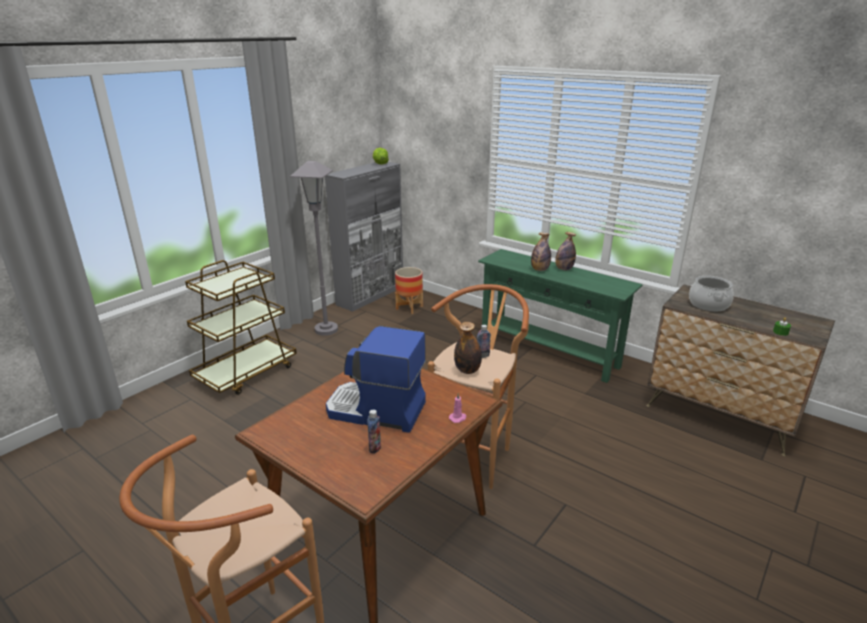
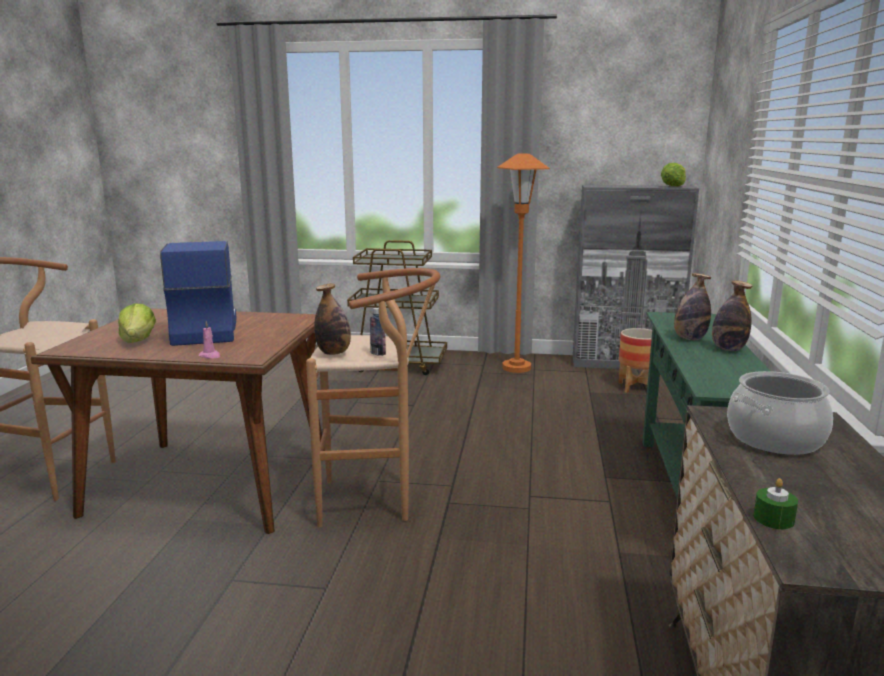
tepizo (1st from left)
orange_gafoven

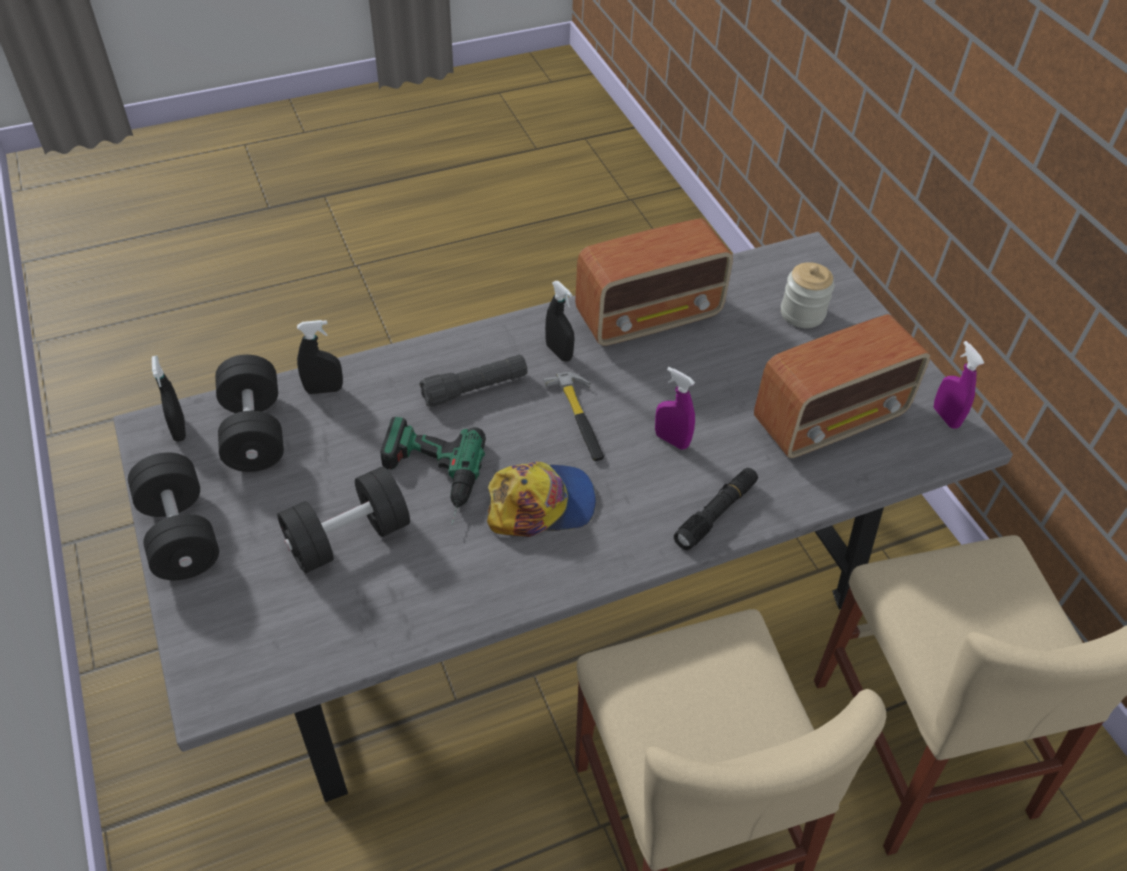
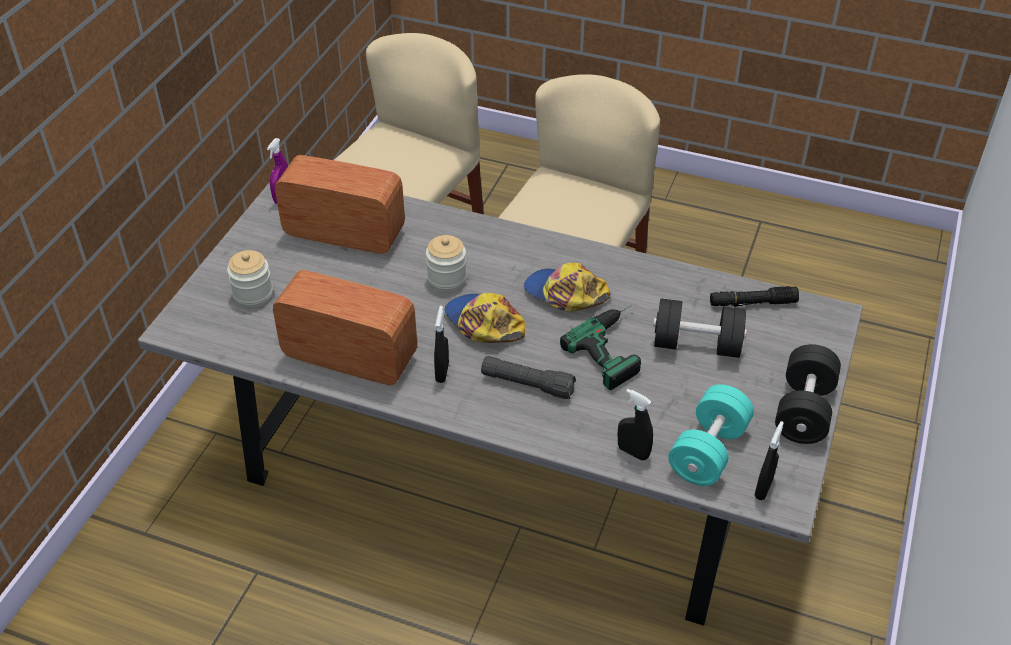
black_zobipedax (2nd from left)
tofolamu (1st from left)
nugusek (2nd from left)
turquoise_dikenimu

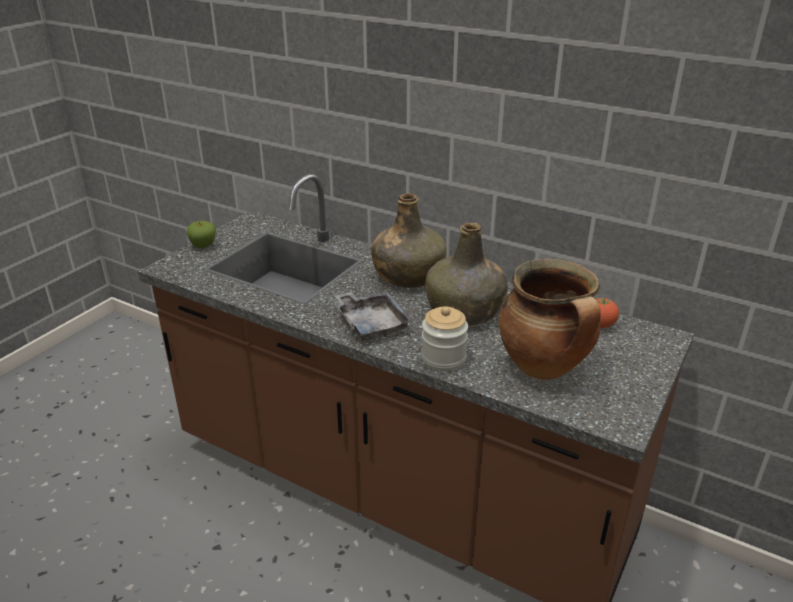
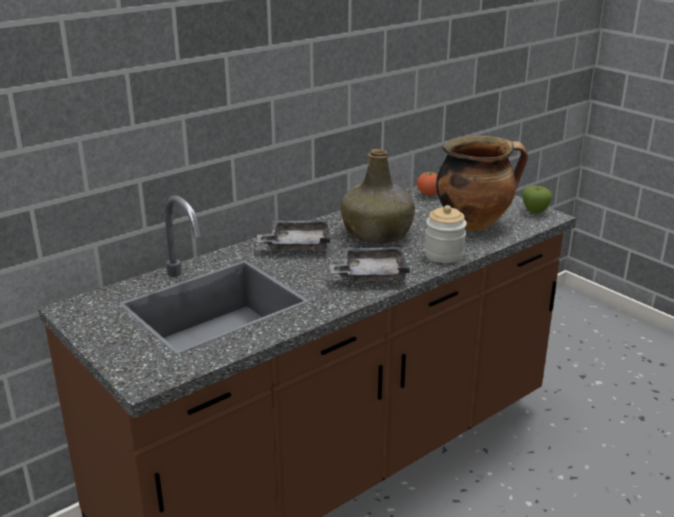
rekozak
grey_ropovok (1st from left)

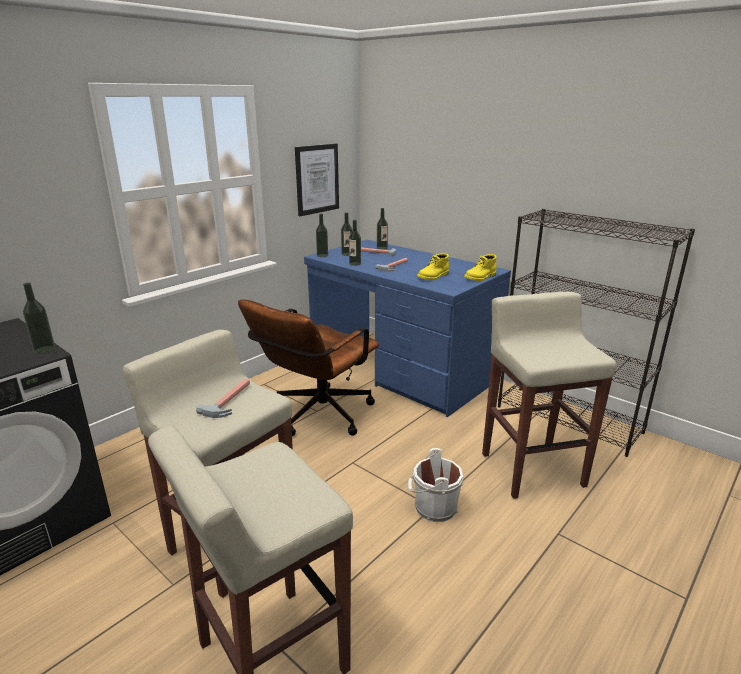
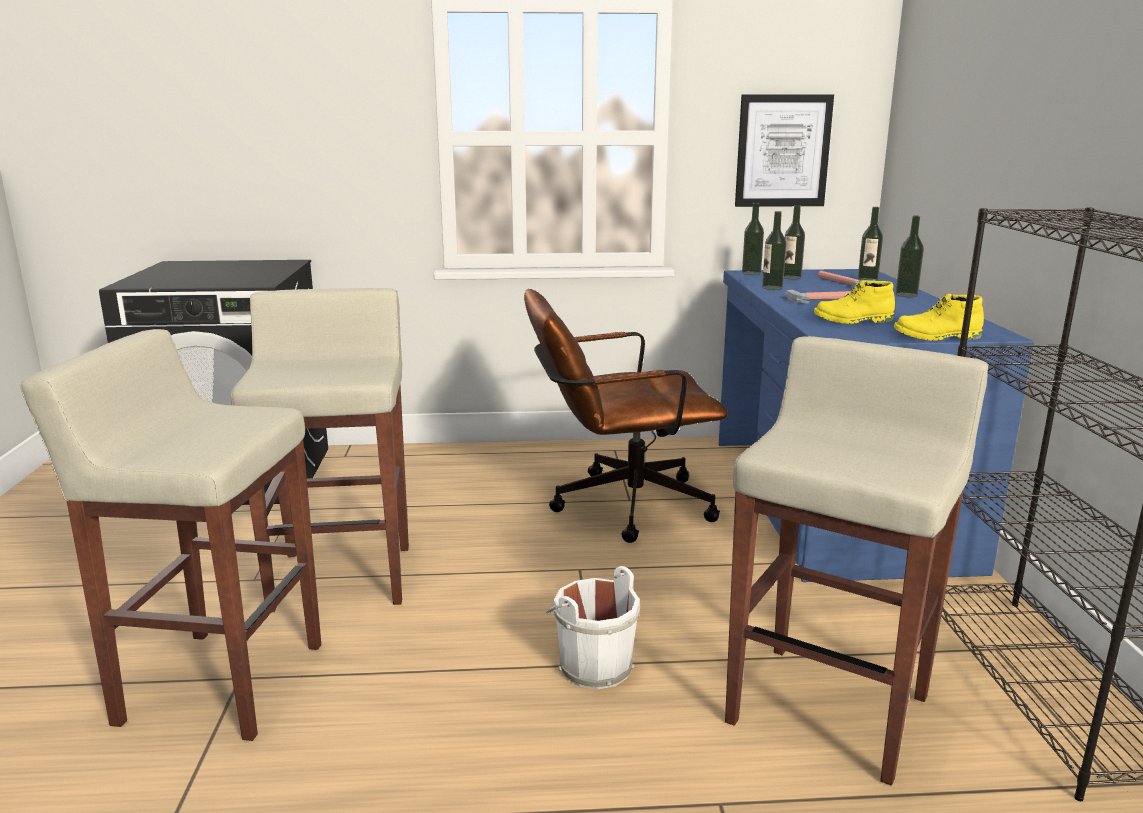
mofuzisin (1st from left in the first image)
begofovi (5th from left)

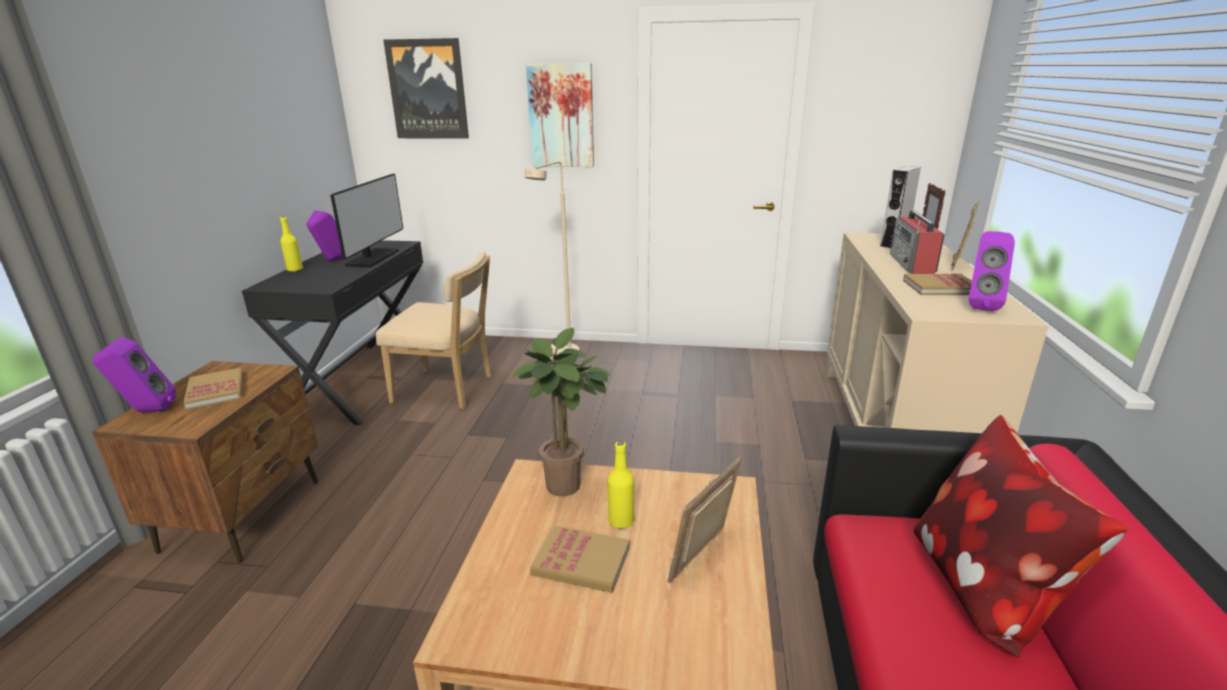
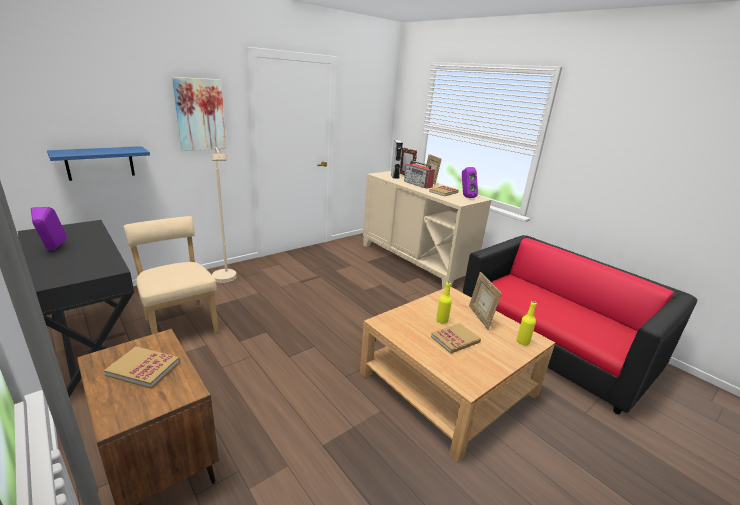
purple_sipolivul (1st from left in the first image)
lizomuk
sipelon (1st from left in the first image)
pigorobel
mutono
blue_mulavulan
yellow_begofovi (2nd from left)
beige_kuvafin

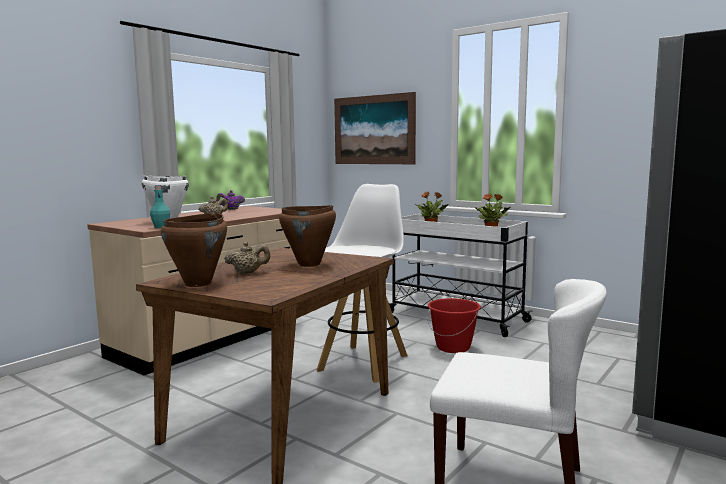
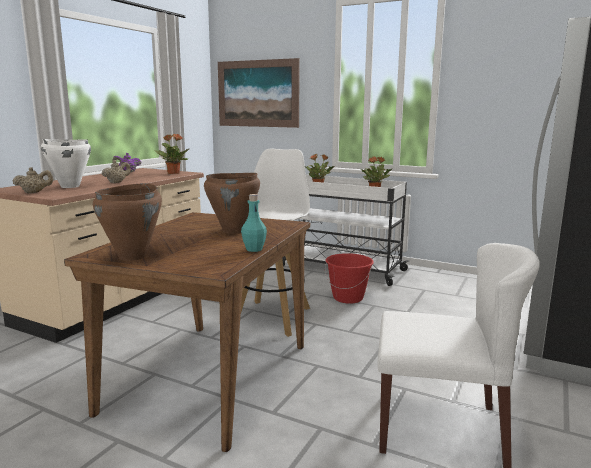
pigorobel (1st from left)
turquoise_begofovi
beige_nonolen (1st from left)

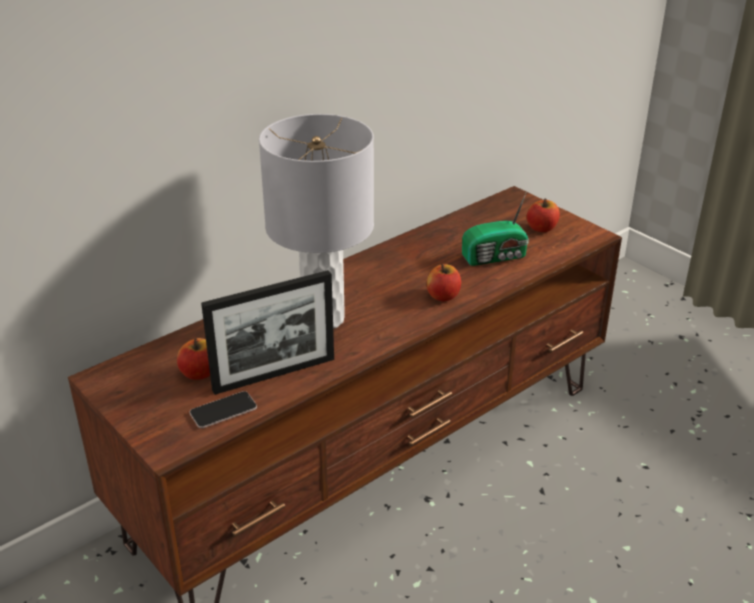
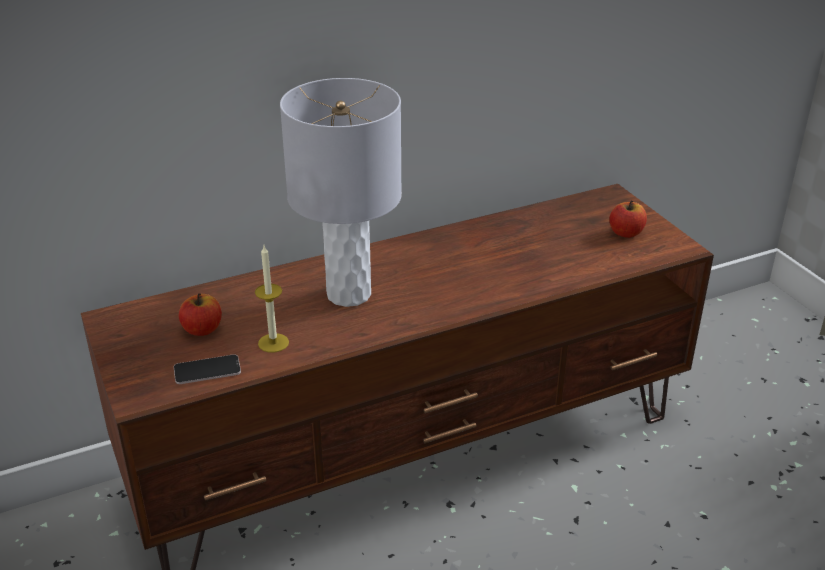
rekozak (2nd from left in the first image)
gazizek
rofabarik

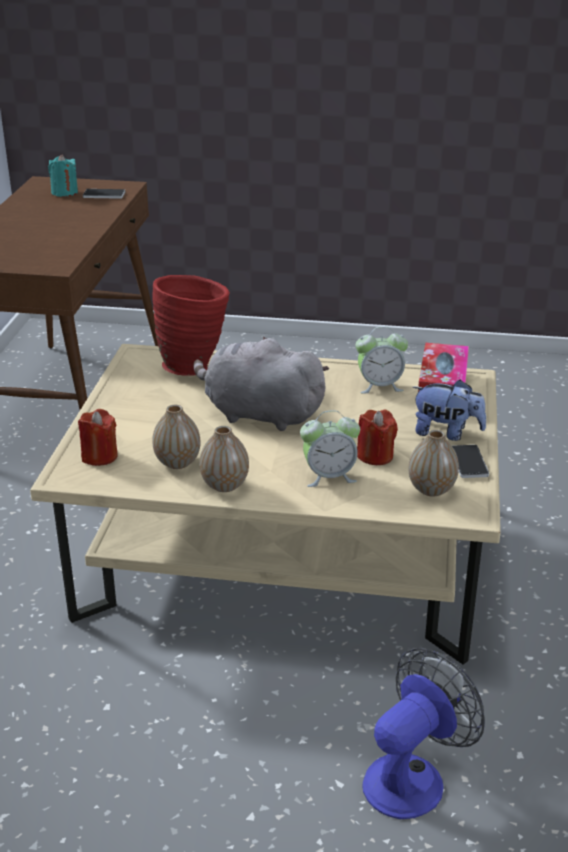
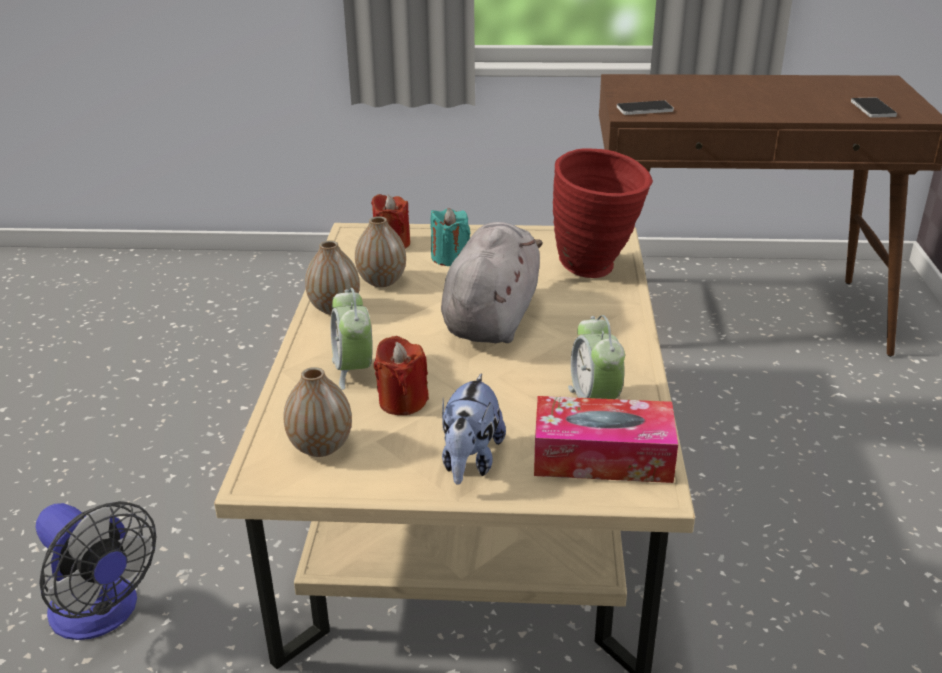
turquoise_rofabarik
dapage (1st from left)

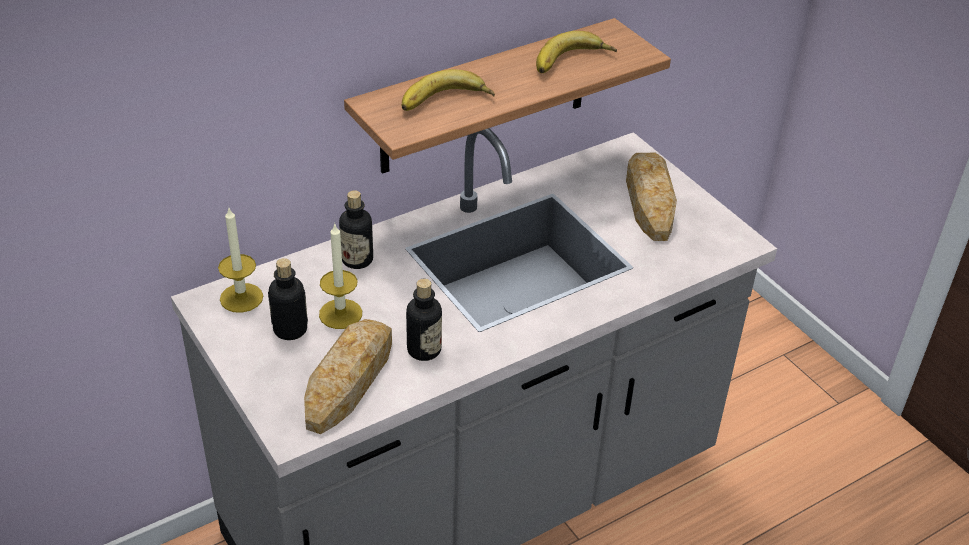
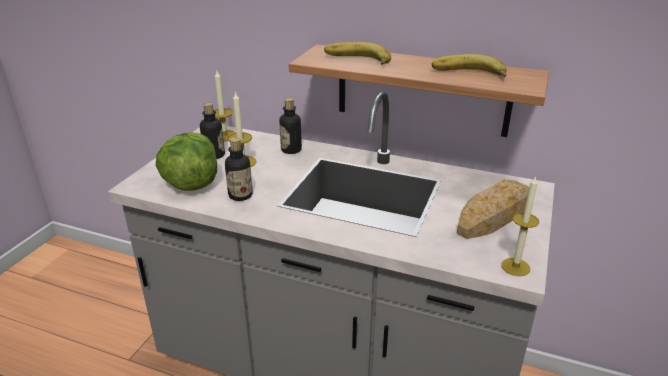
rofabarik (3rd from left)
tepizo

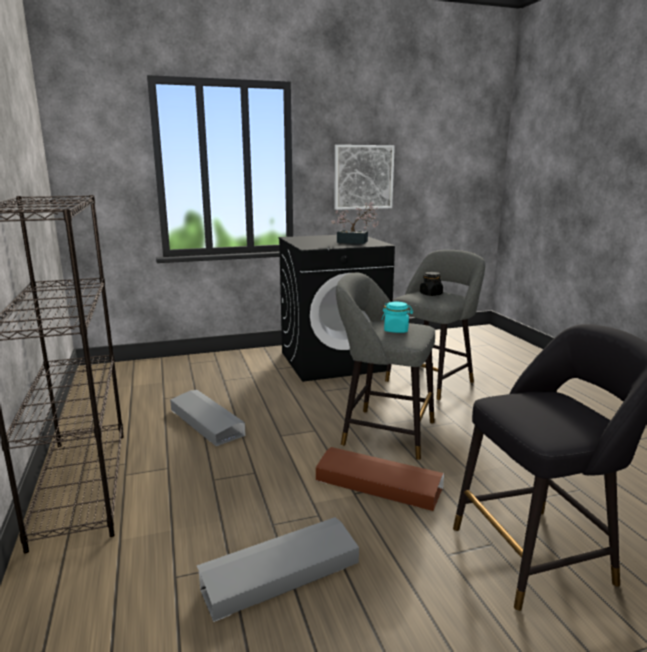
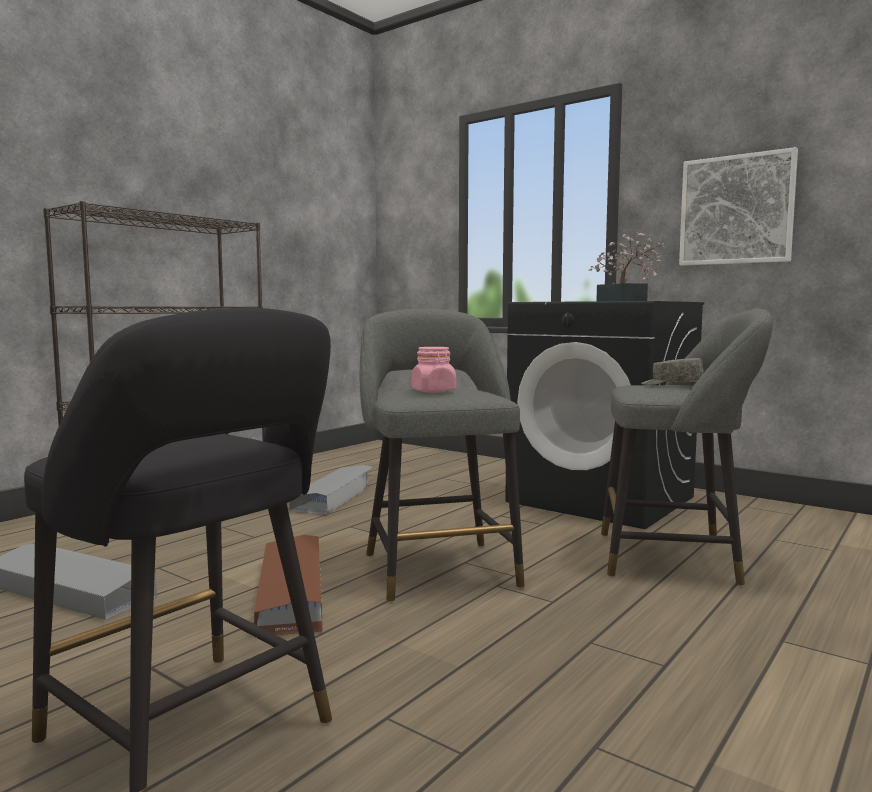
grey_tofolamu
pink_nugusek

